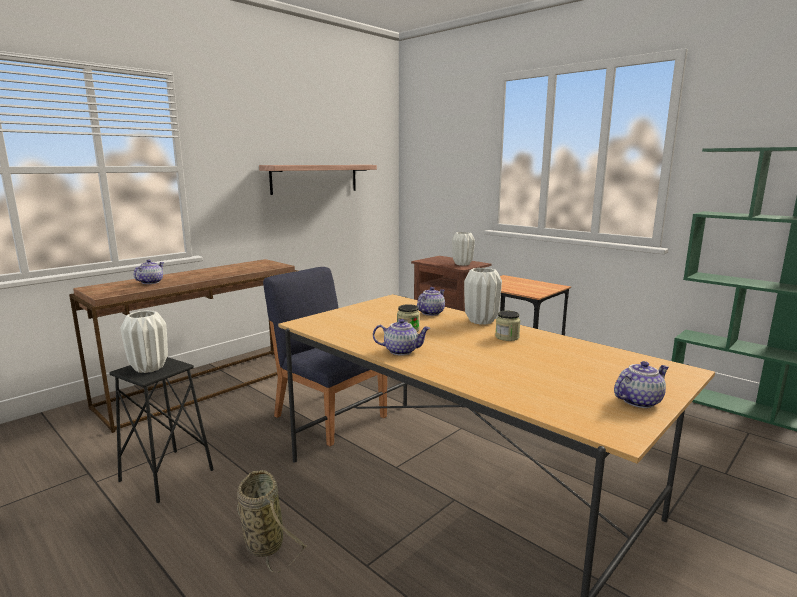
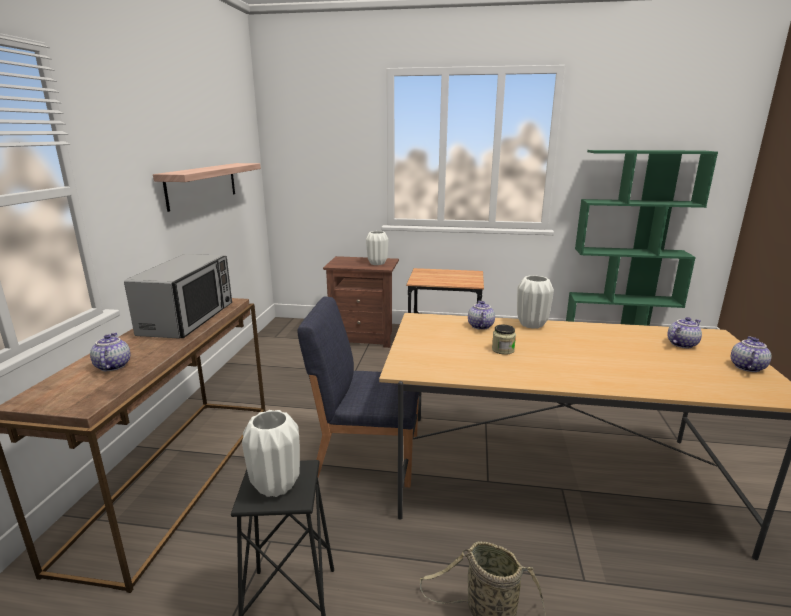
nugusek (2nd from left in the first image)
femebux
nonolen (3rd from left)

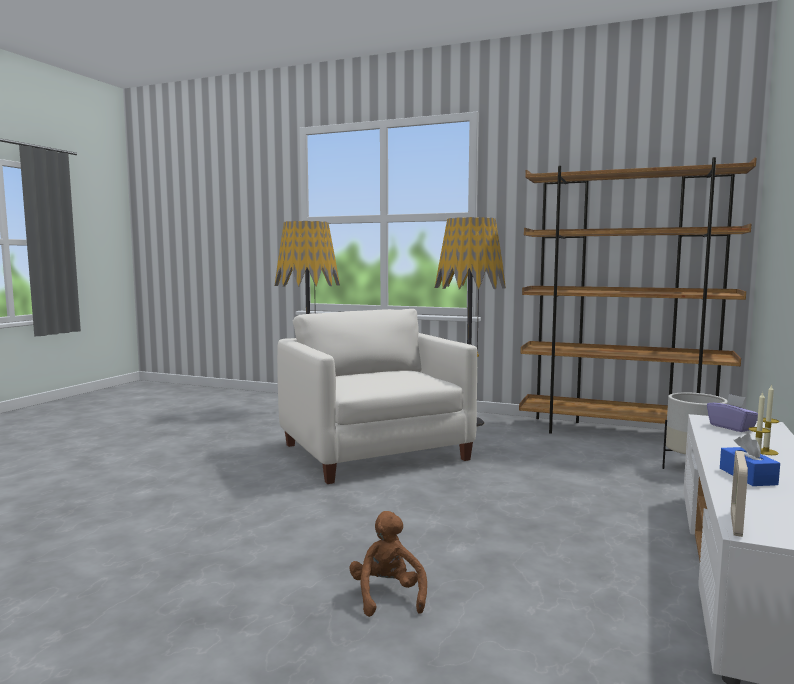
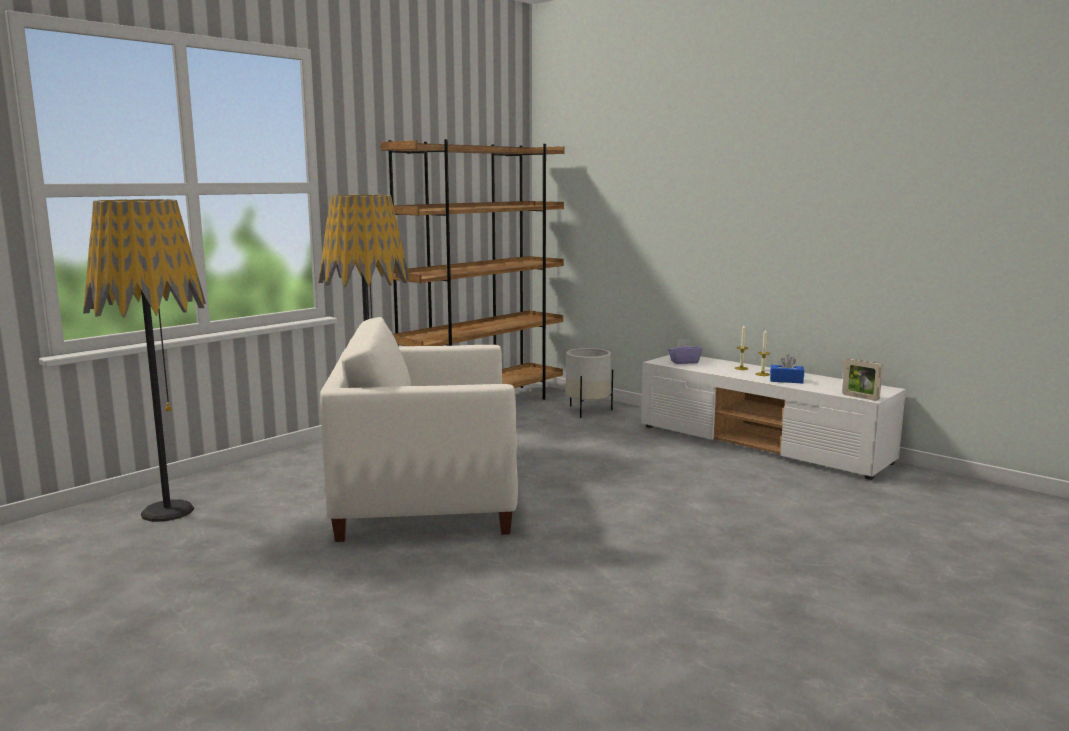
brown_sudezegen

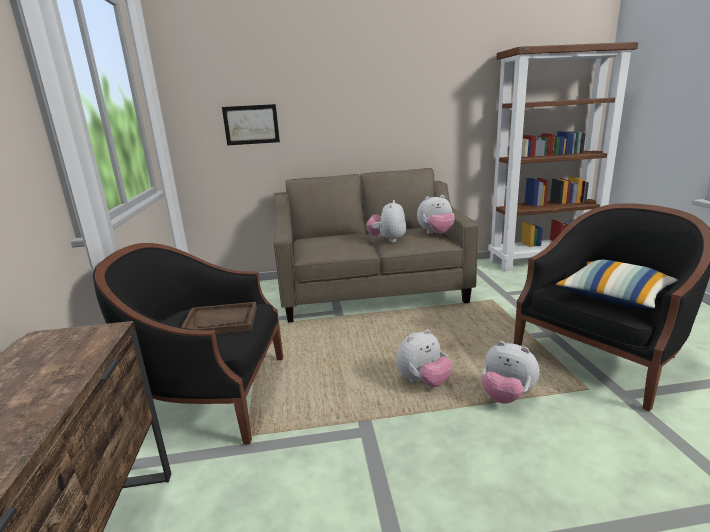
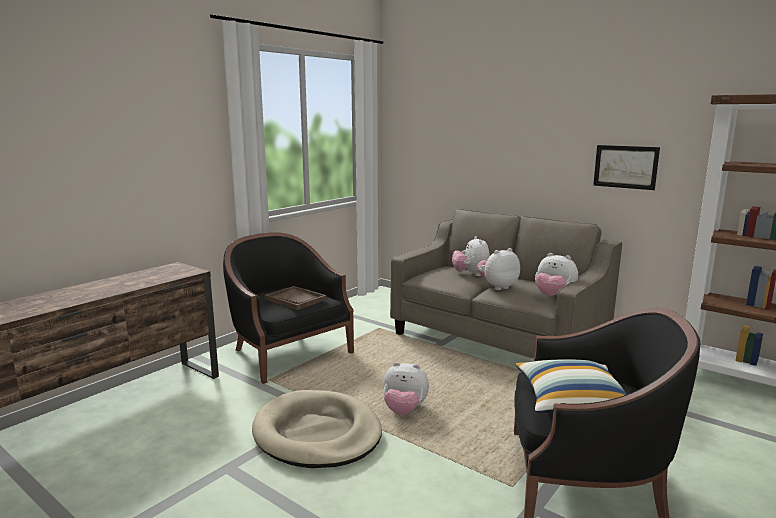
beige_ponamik
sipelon
sudezegen (2nd from left)

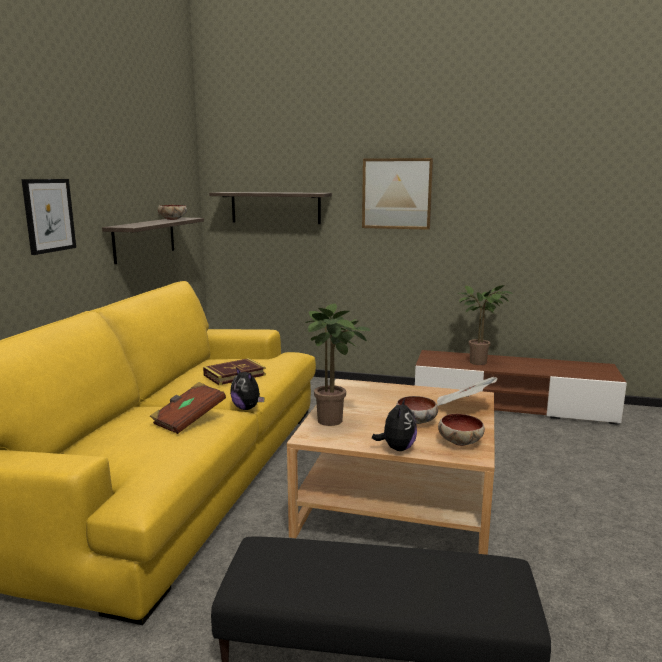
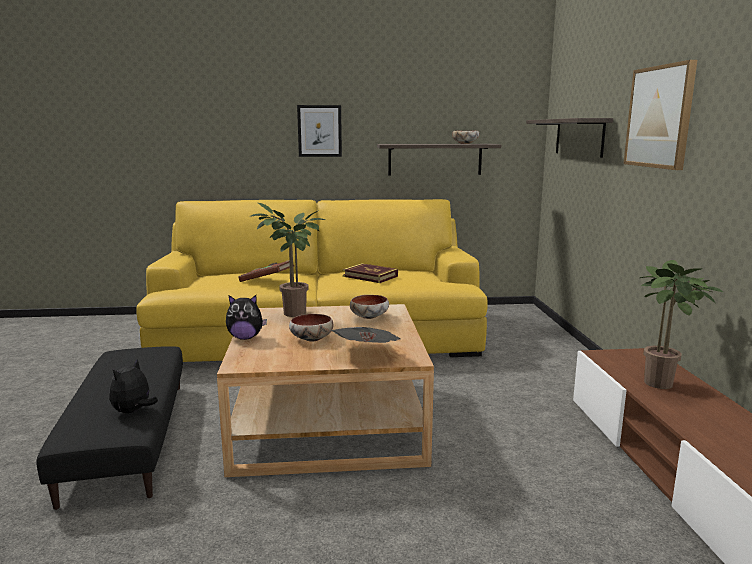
sudezegen (1st from left)
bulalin (2nd from left)

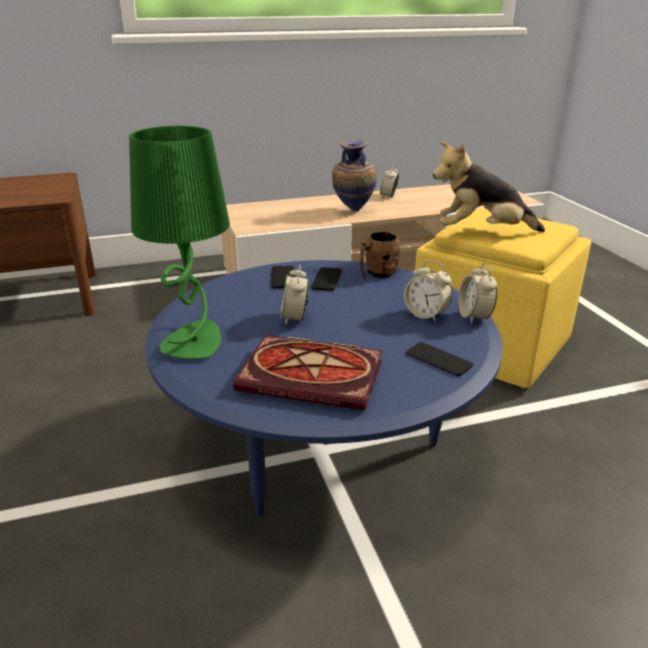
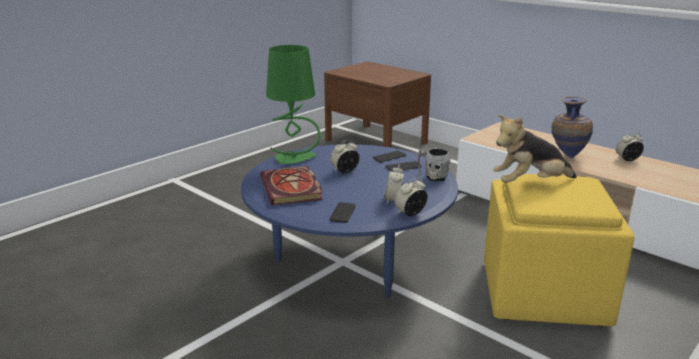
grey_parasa
sudezegen

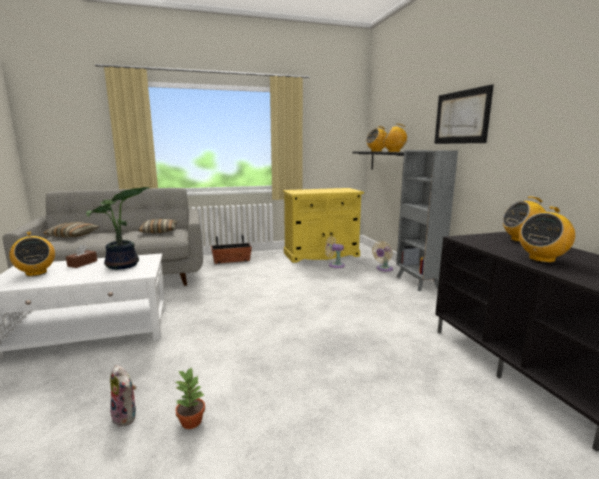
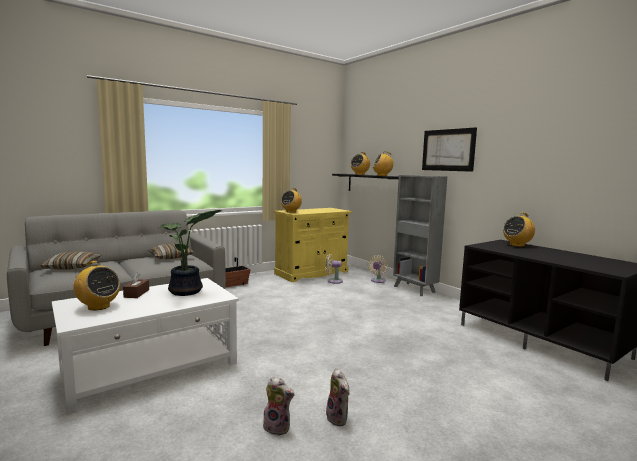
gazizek (2nd from left)
sudezegen (2nd from left)

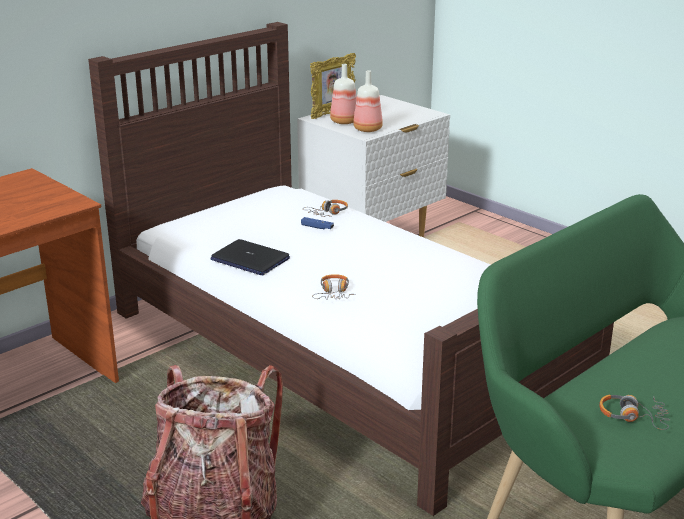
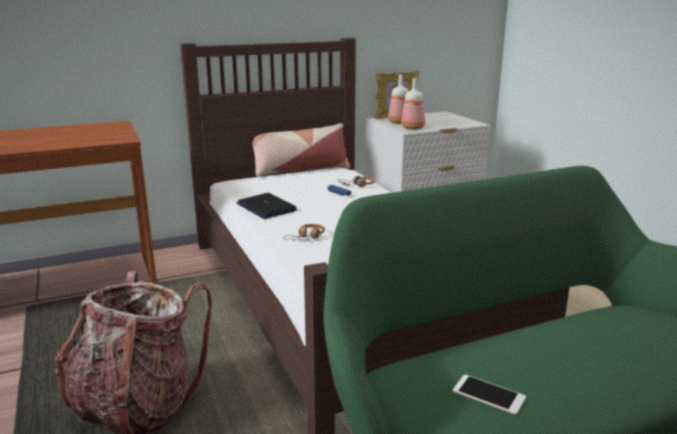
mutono
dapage

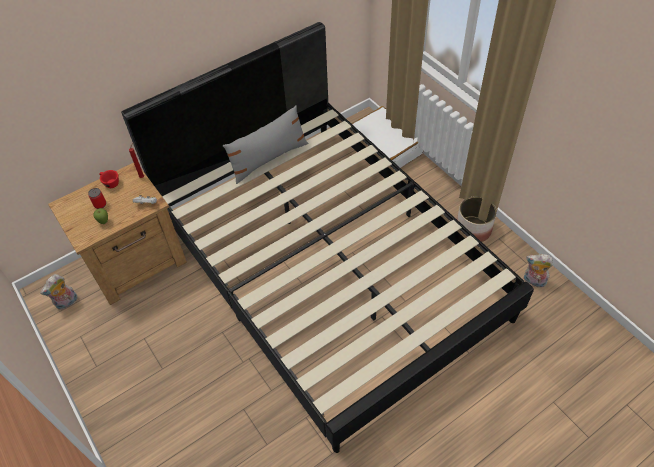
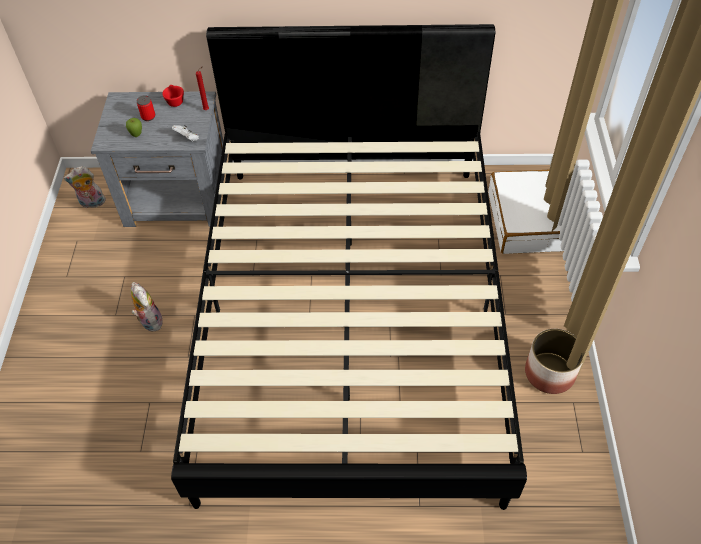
grey_mutono
sudezegen (2nd from left)
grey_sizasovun

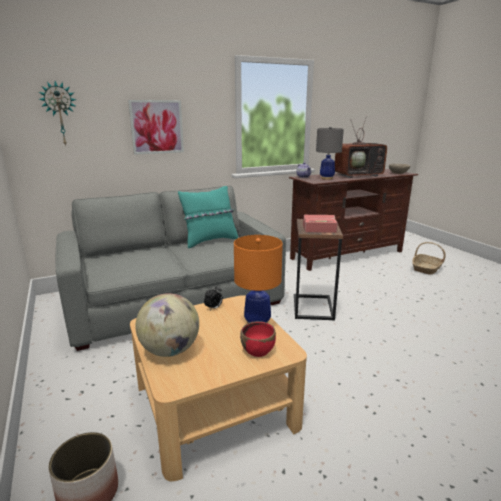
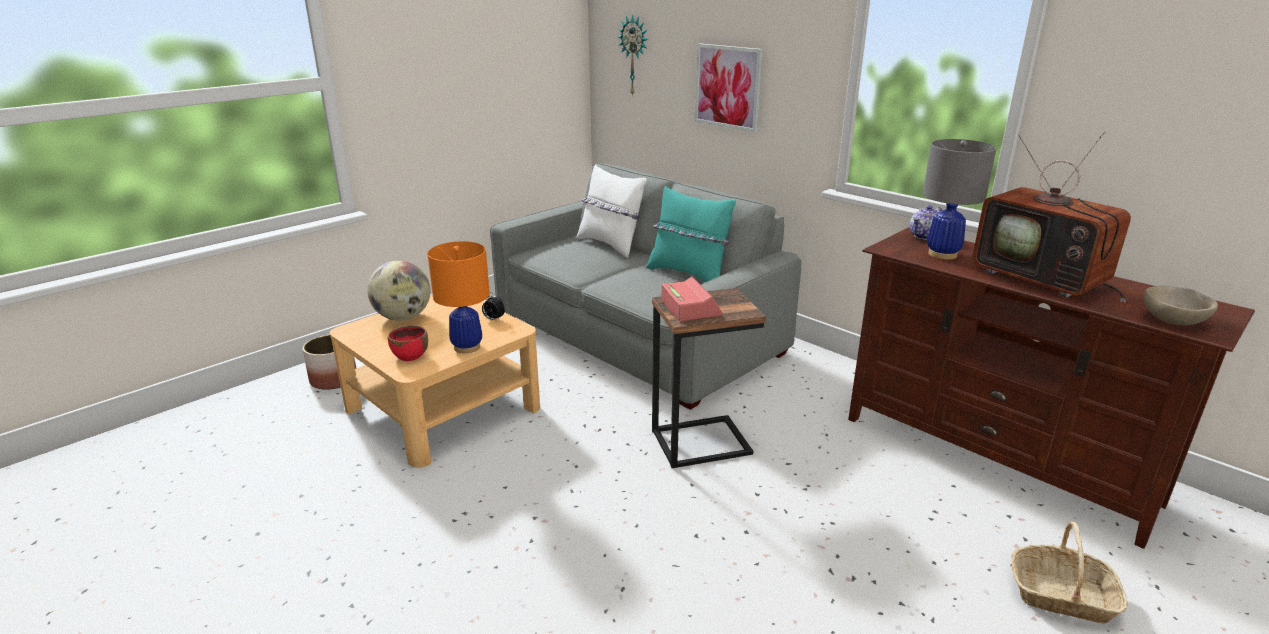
white_mutono

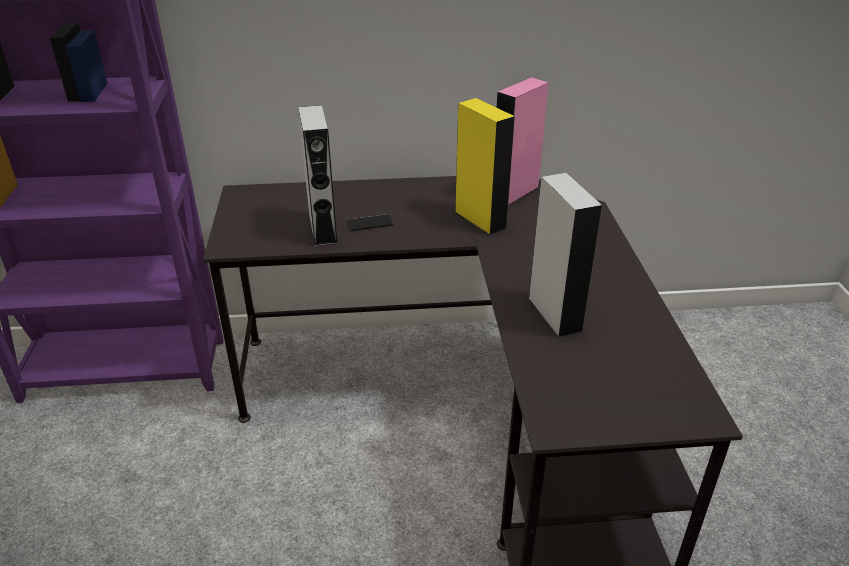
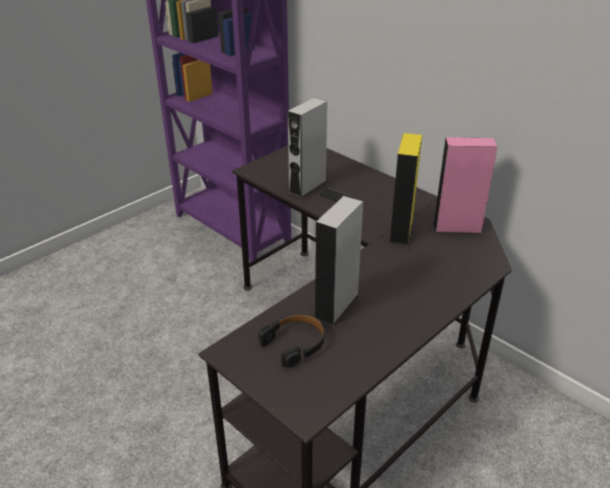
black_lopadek

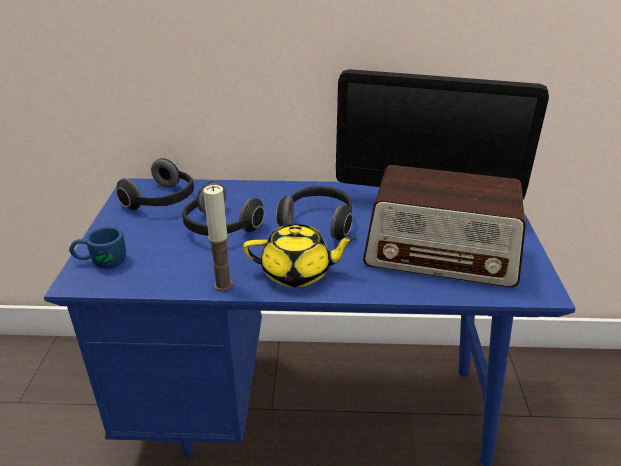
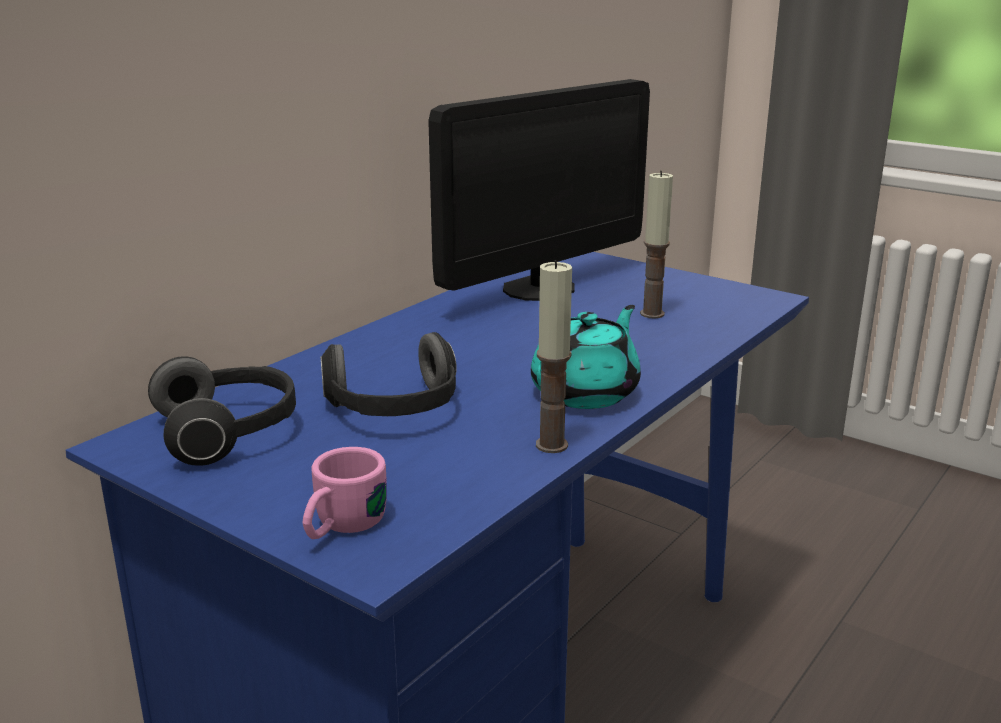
lopadek (3rd from left in the first image)
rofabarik (2nd from left)
pink_parasa
turquoise_nonolen

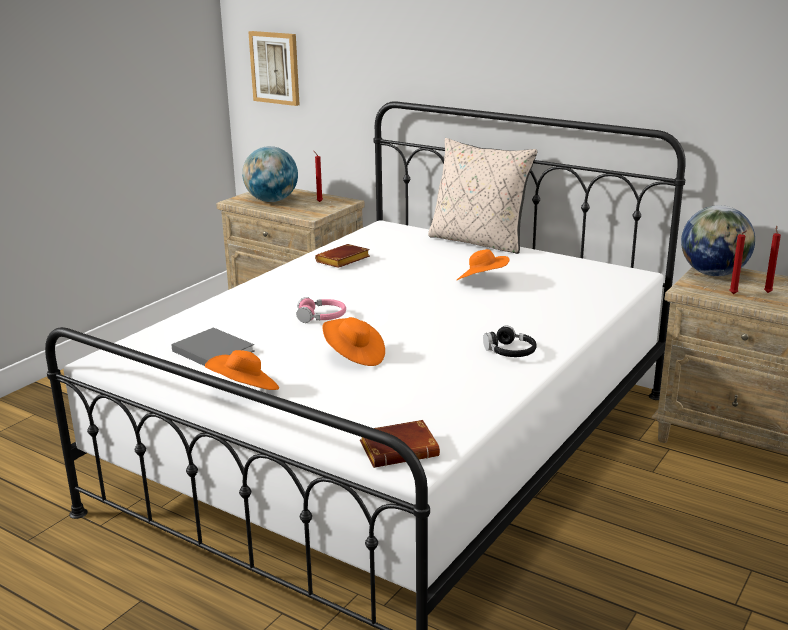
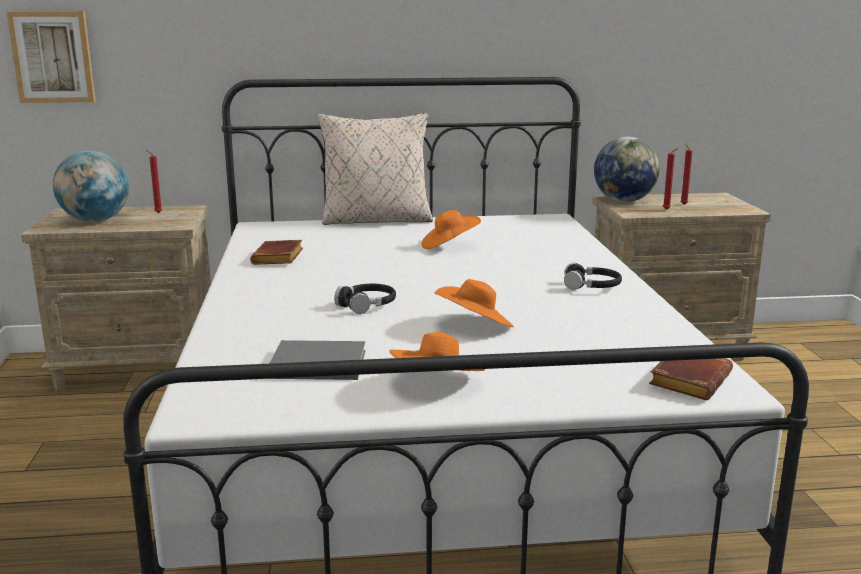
black_lopadek (1st from left)

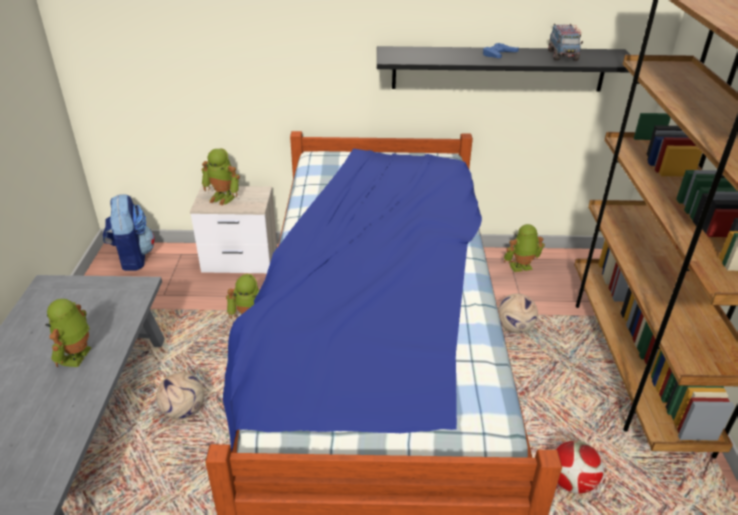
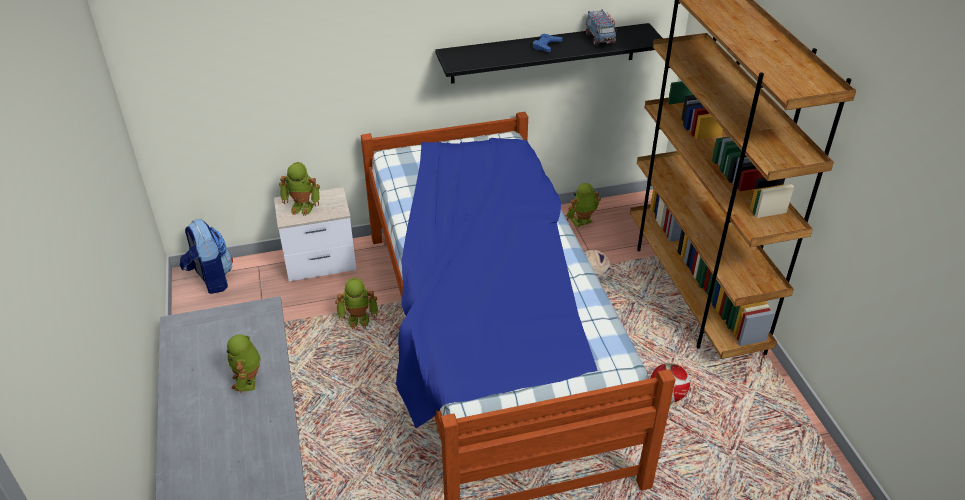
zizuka (1st from left in the first image)

